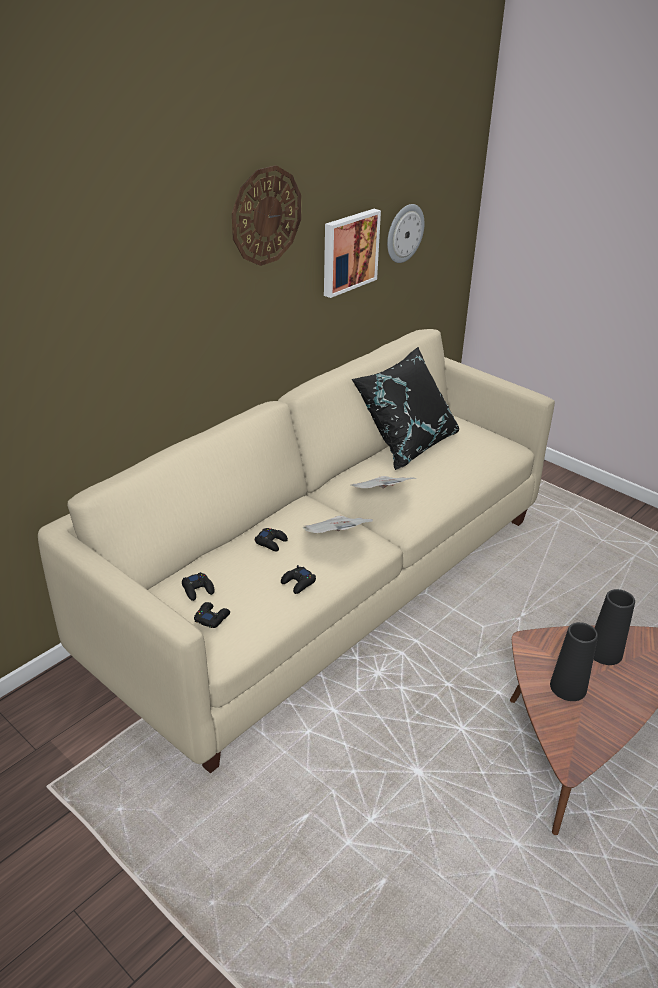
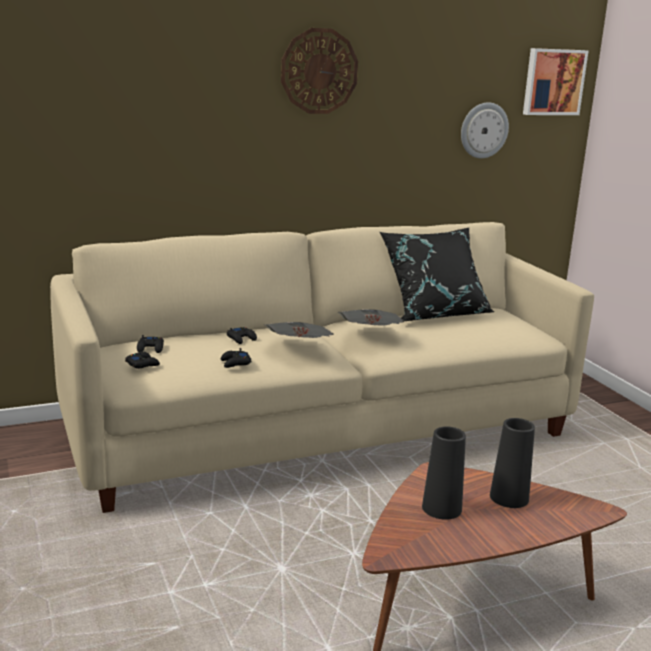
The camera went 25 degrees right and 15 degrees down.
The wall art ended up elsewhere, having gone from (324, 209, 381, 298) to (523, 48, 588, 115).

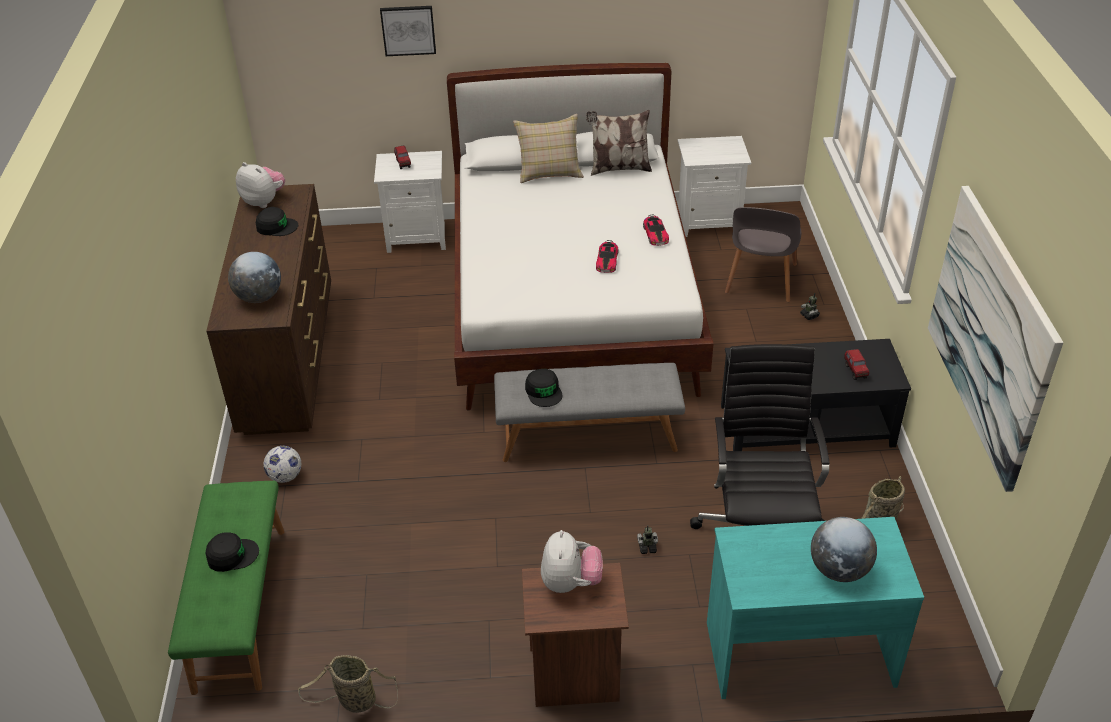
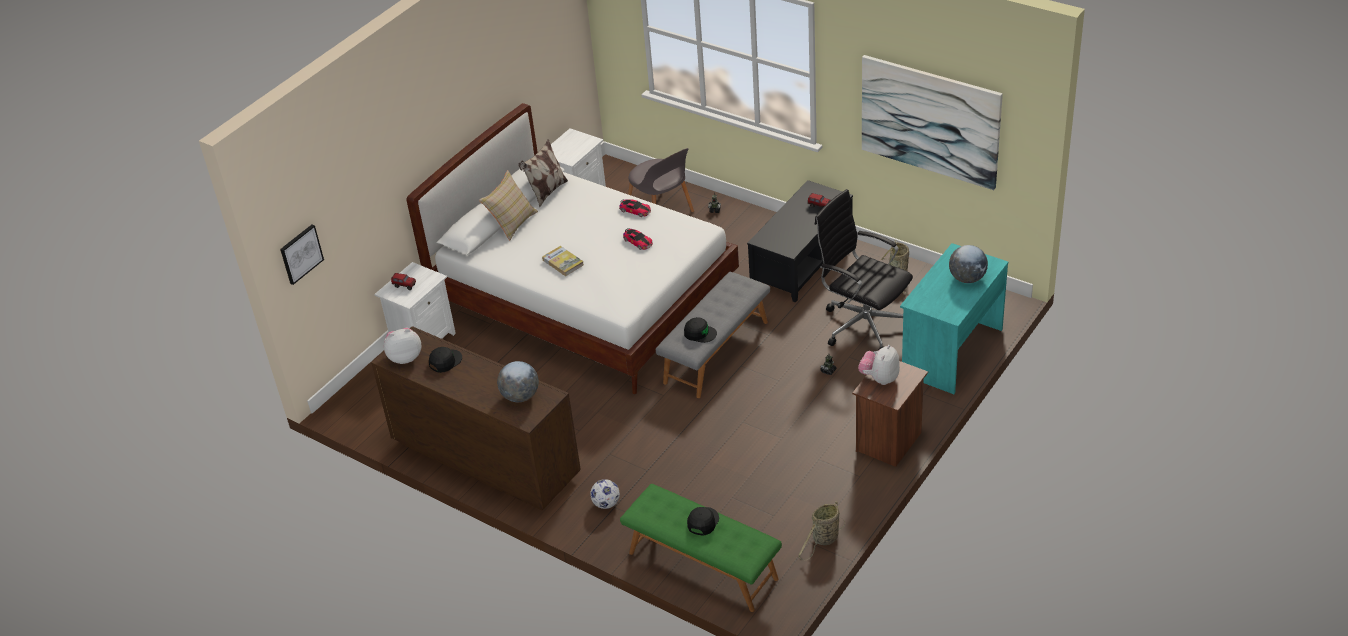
The camera went 50 degrees left and 0 degrees up.
The wall art ended up elsewhere, having gone from (380, 6, 436, 56) to (280, 224, 324, 285).
The cuddly toy at (541, 530, 603, 593) ended up facing another way, 105 degrees counterclockwise from before.
The second view gained the volume at (542, 246, 583, 276).

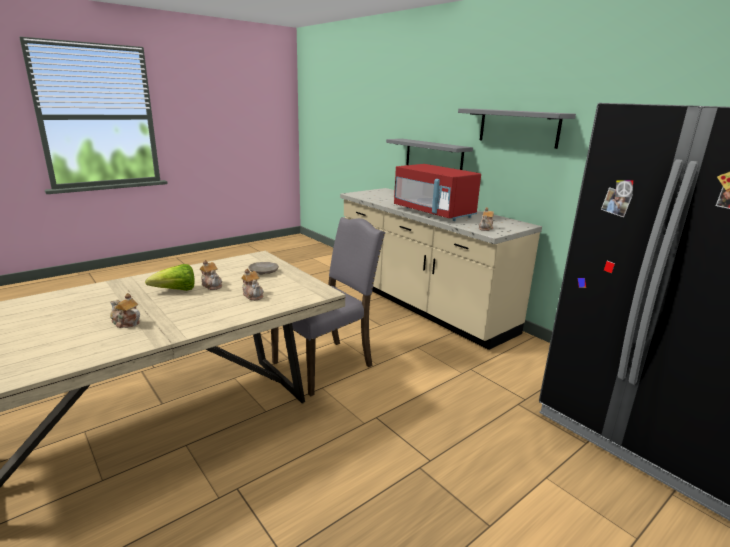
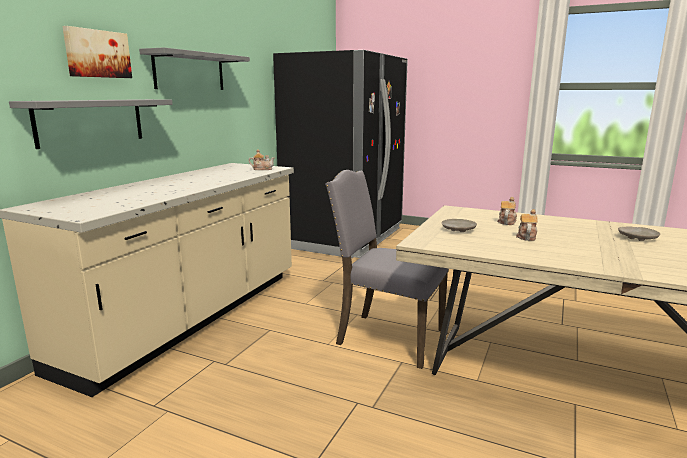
The camera went 115 degrees left and 5 degrees down.
The second view lost the reddish kitchen microwave at (394, 164, 481, 221).
The second view lost the head of lettuce at (145, 264, 195, 291).
Where the pot for tea stood at (110, 293, 140, 328), the beige flat dish came to stand at (618, 226, 660, 241).
The second view gained the wall art at (62, 26, 132, 78).

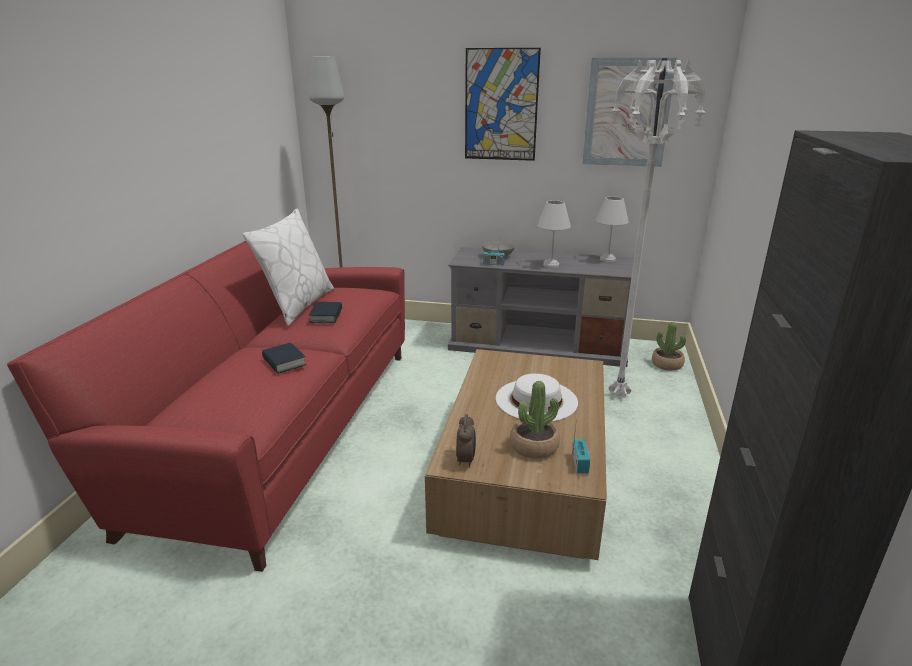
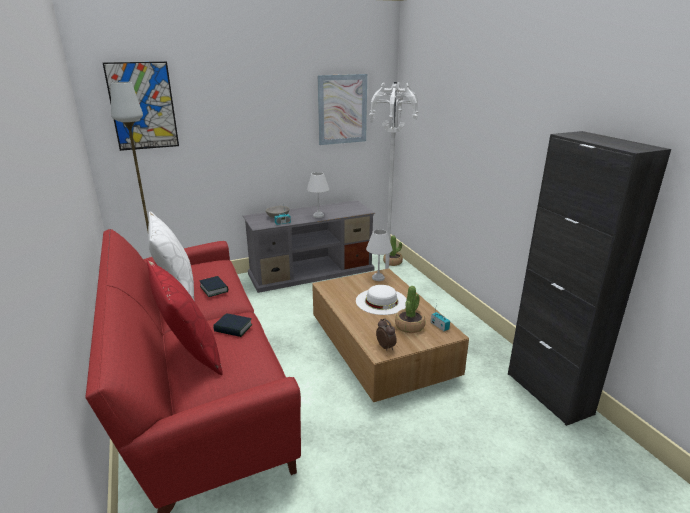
The camera went 35 degrees left and 0 degrees up.
The wall art ended up elsewhere, having gone from (465, 48, 541, 161) to (103, 62, 179, 151).
The white-coloured tabletop lamp ended up elsewhere, having gone from (596, 196, 629, 262) to (366, 229, 392, 281).
The second view gained the reddish cushion at (147, 259, 223, 375).

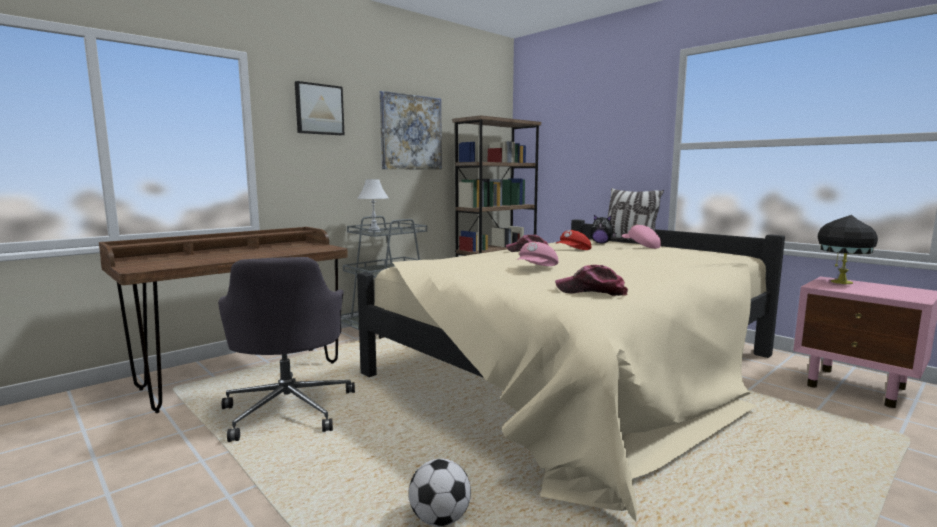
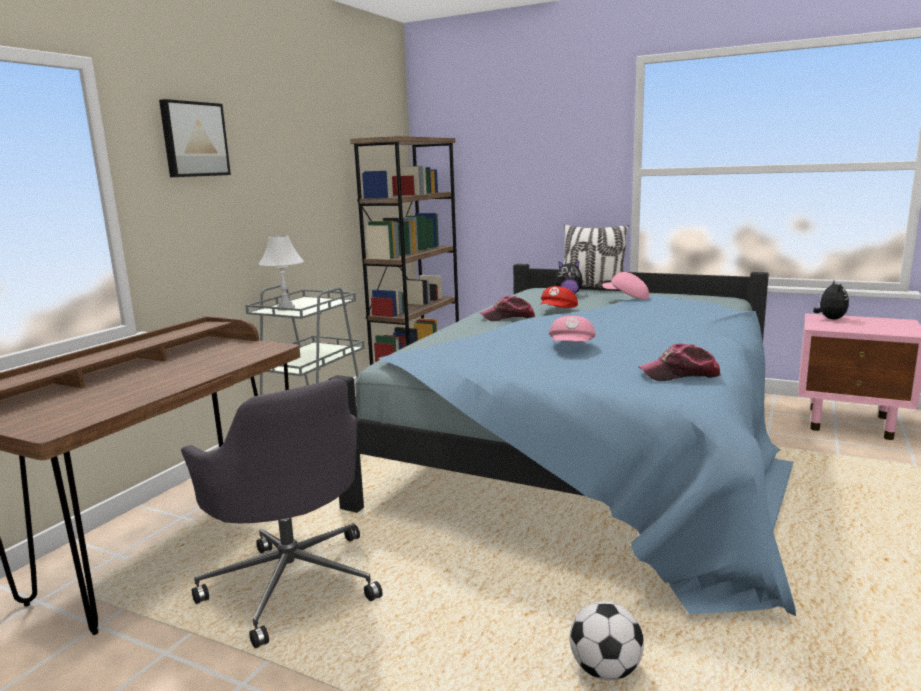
The camera went 20 degrees left and 5 degrees up.
The second view lost the wall art at (380, 91, 442, 170).
Where the black-coloured tabletop lamp stood at (818, 215, 878, 284), the cuddly toy came to stand at (813, 279, 849, 320).
What was the beige sleeping bed at (357, 219, 785, 521) turned into the blue sleeping bed at (329, 264, 796, 616).

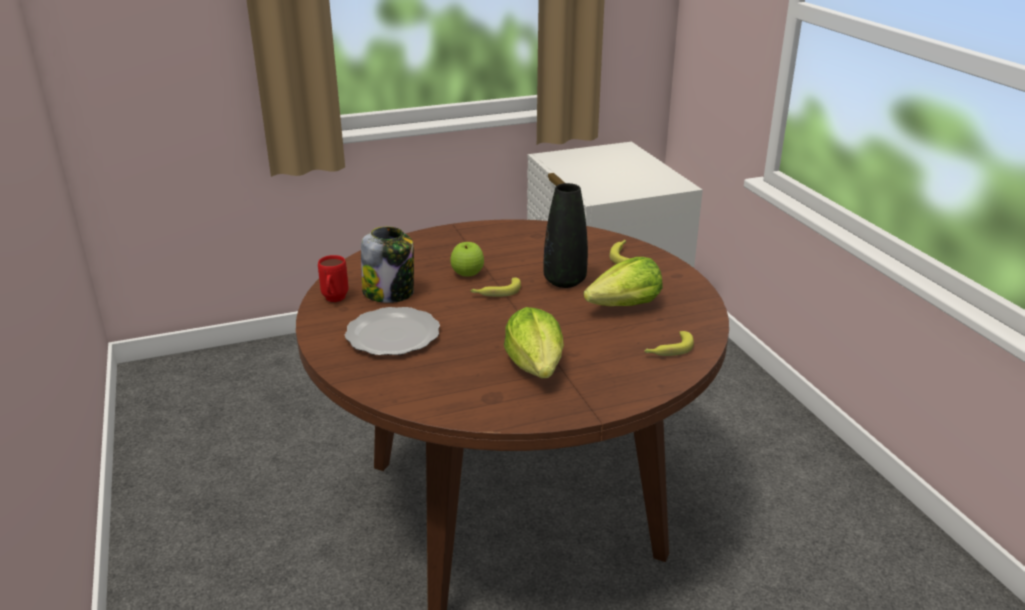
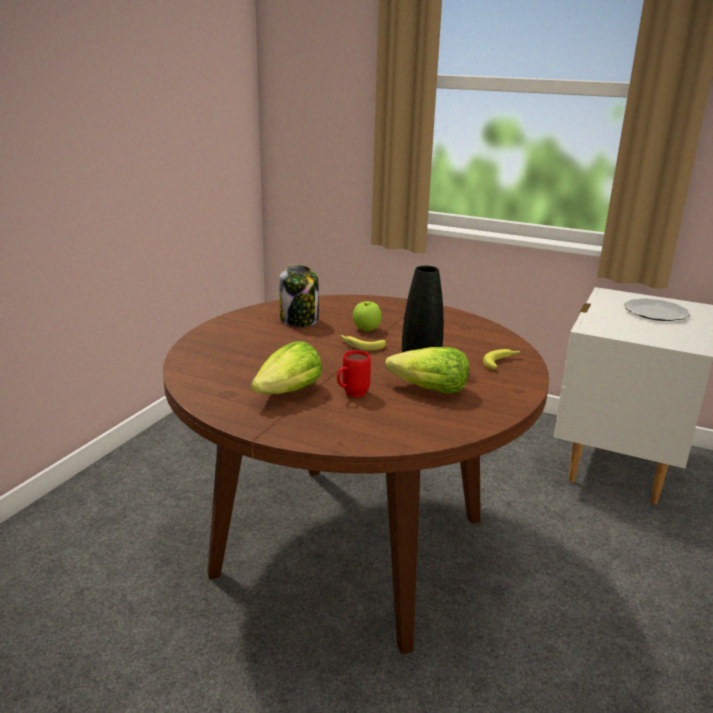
The camera went 45 degrees right and 5 degrees down.
The reddish mug ended up elsewhere, having gone from (318, 255, 349, 302) to (337, 350, 371, 397).
The flat dish ended up elsewhere, having gone from (345, 307, 440, 355) to (624, 299, 690, 321).
The second view lost the whole banana at (644, 331, 694, 356).

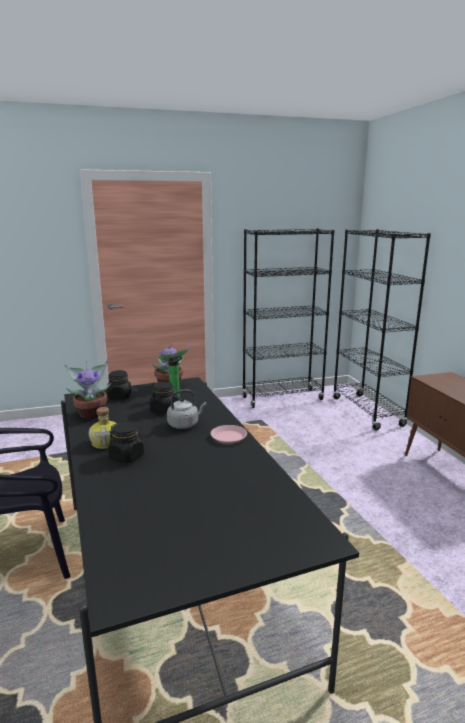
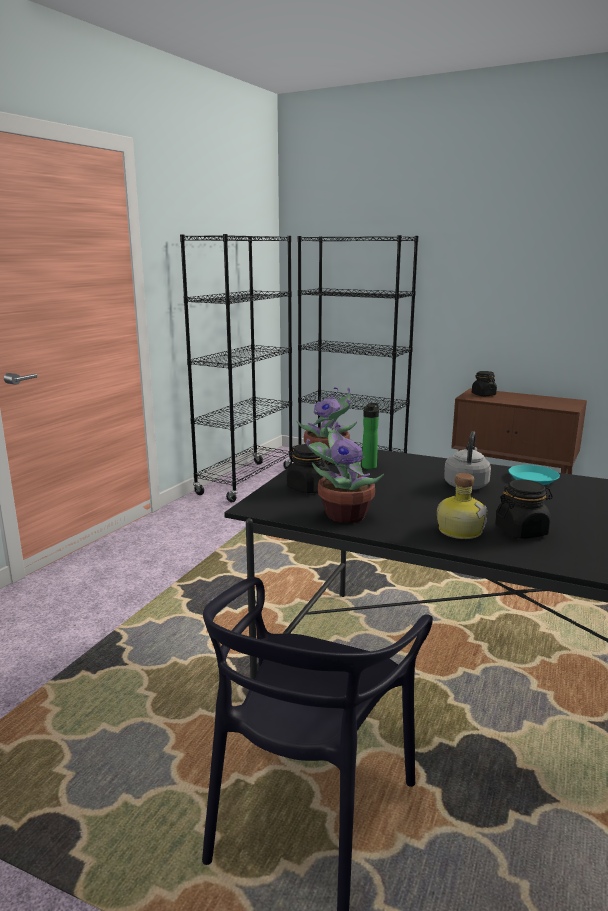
The camera went 45 degrees left and 0 degrees up.
The black-coloured storage jar ended up elsewhere, having gone from (150, 382, 178, 414) to (472, 371, 497, 396).
What was the pink flat dish at (211, 425, 247, 444) turned into the turquoise-coloured flat dish at (508, 465, 560, 485).

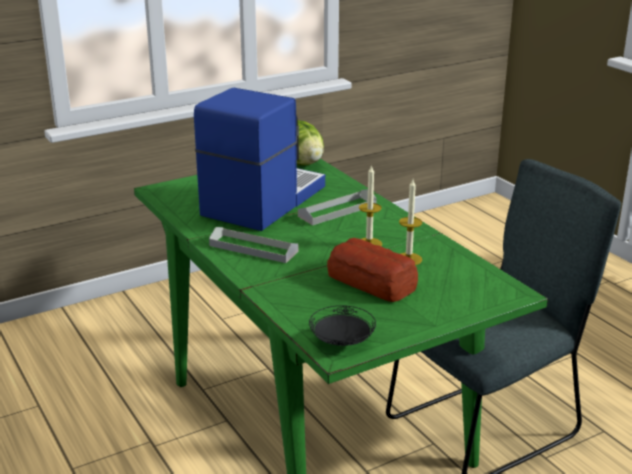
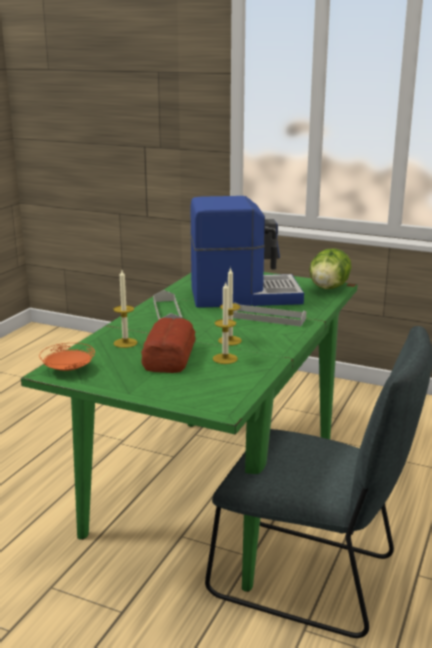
The camera went 55 degrees right and 5 degrees down.
What was the black-coloured flat dish at (309, 305, 376, 346) turned into the orange-coloured flat dish at (39, 343, 95, 371).
The second view gained the wax light at (113, 270, 138, 348).

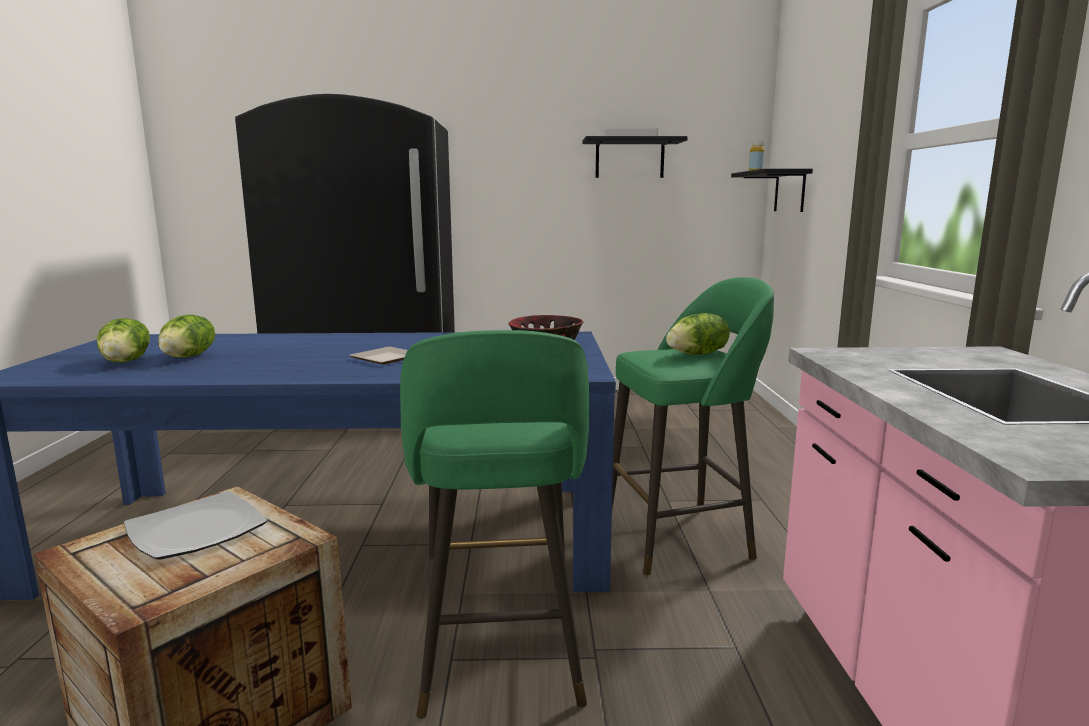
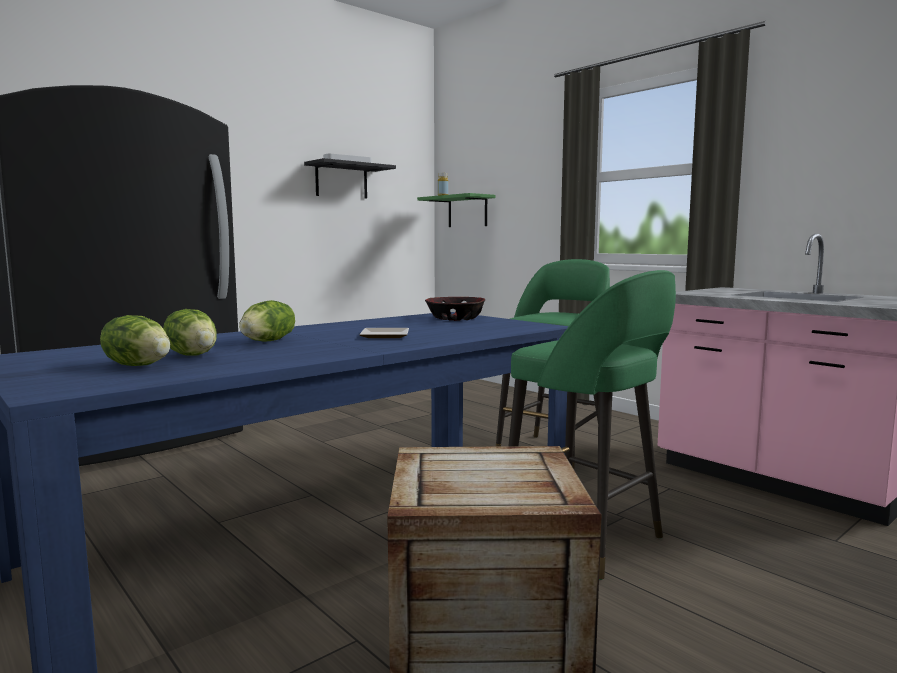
The camera went 40 degrees left and 5 degrees down.
What was the black-coloured bracket shelf at (731, 169, 813, 212) turned into the greenish bracket shelf at (417, 193, 495, 227).
The head of lettuce ended up elsewhere, having gone from (666, 313, 730, 355) to (239, 300, 295, 342).
The second view lost the flat dish at (124, 491, 268, 559).

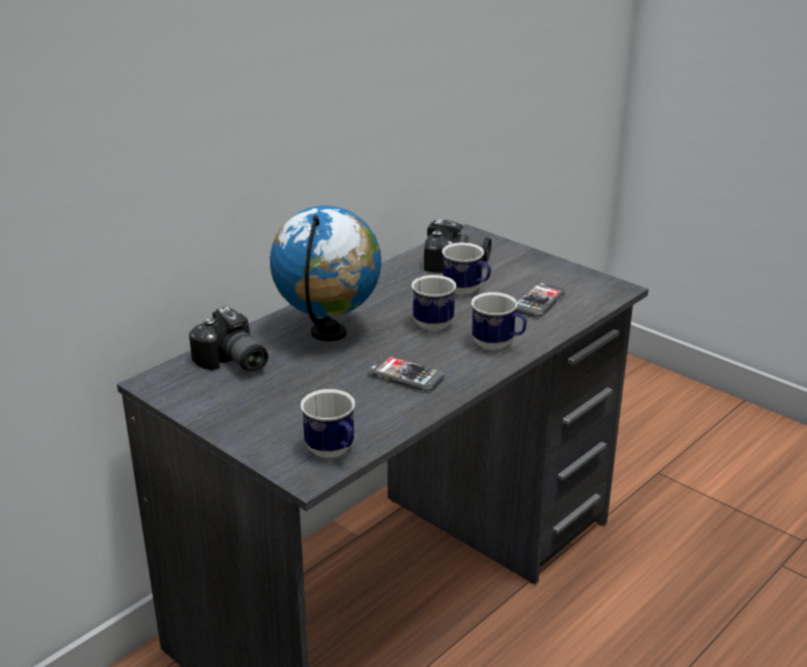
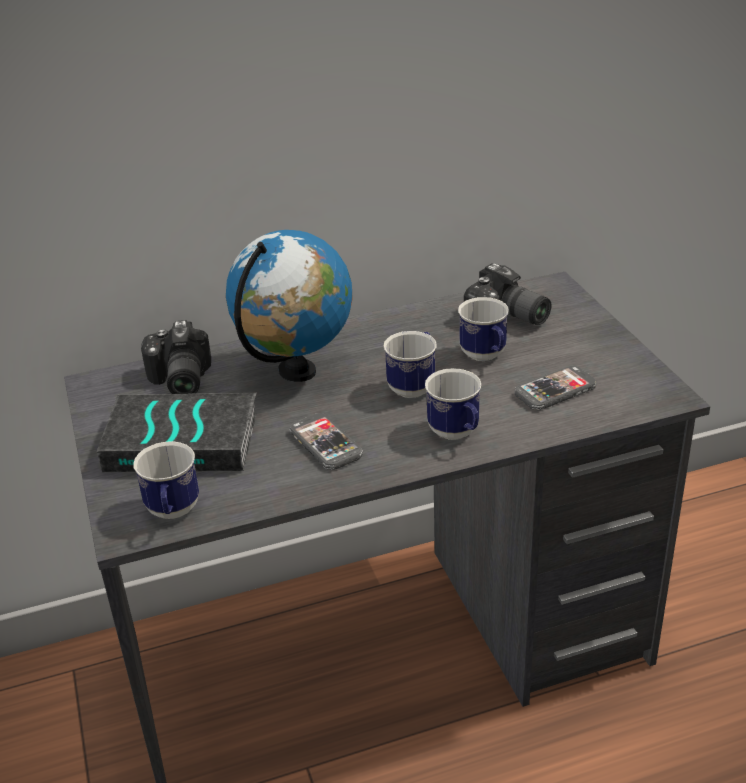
The camera went 30 degrees right and 5 degrees up.
The second view gained the volume at (97, 393, 257, 472).

